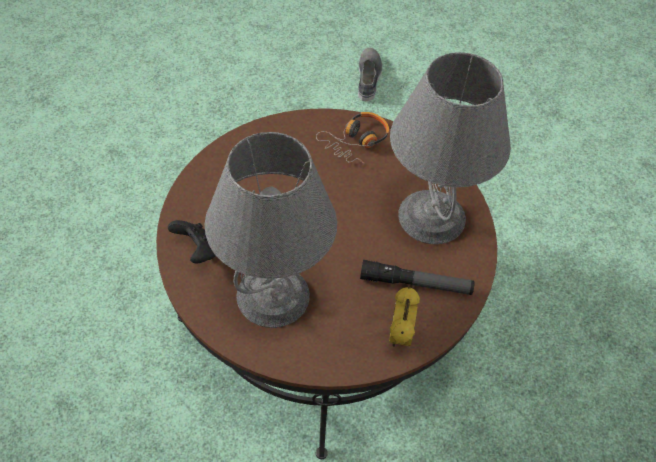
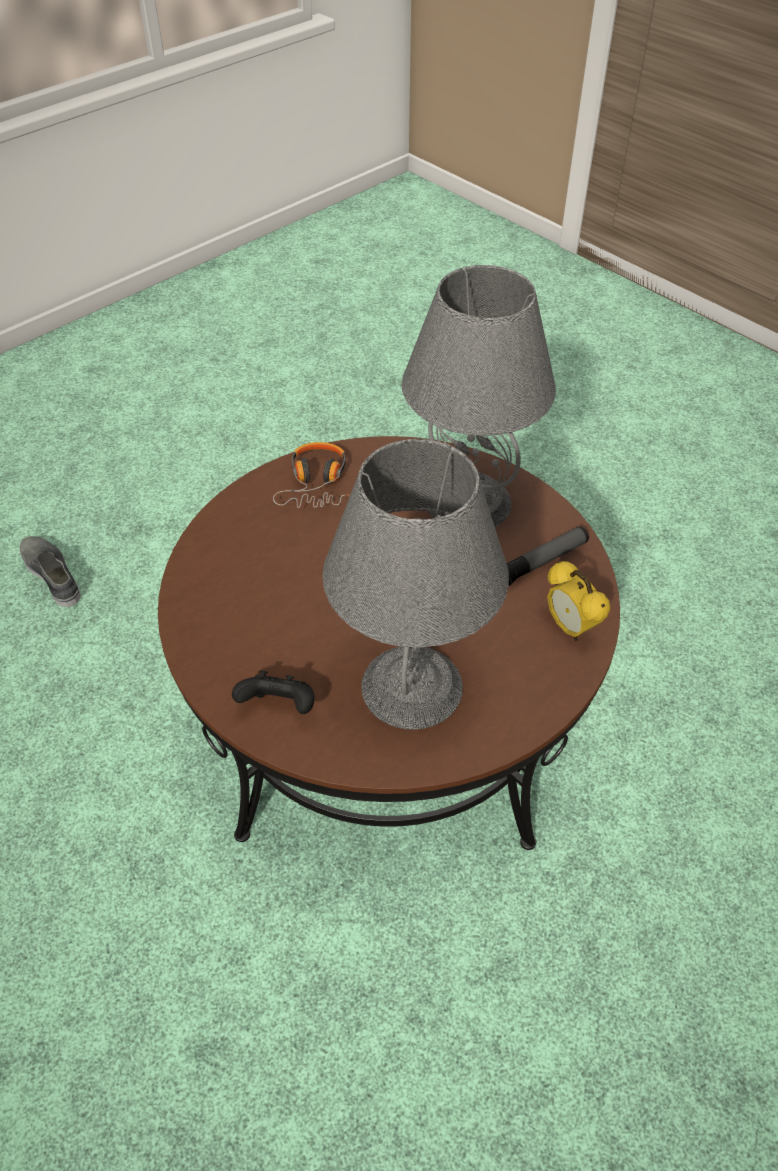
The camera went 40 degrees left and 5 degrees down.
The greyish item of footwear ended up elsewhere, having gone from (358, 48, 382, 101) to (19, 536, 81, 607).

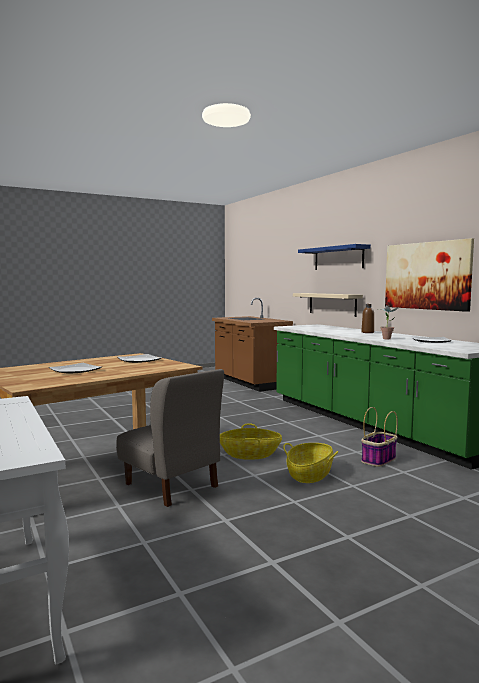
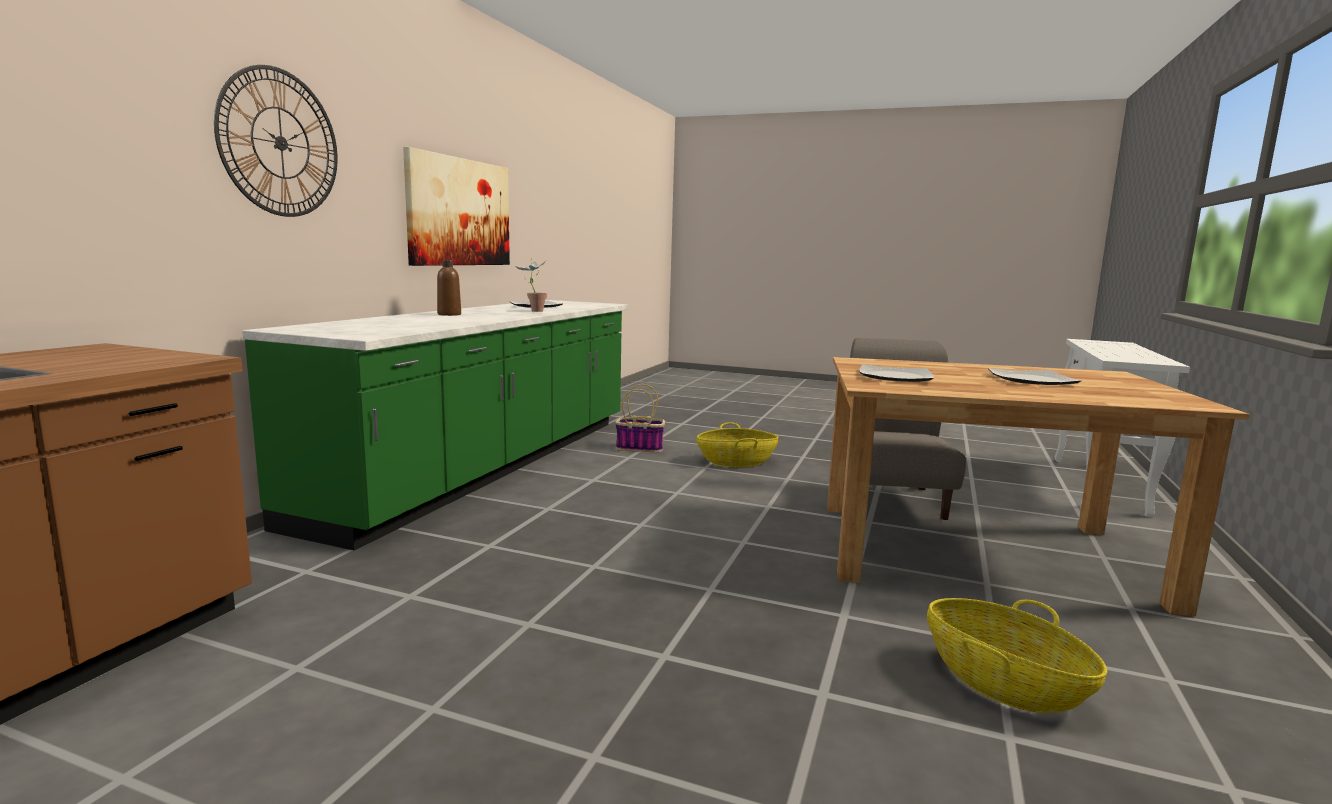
The camera went 130 degrees left and 5 degrees up.
Where the blue bracket shelf hung at (298, 244, 371, 270), the wall clock came to hang at (214, 65, 338, 217).
The second view lost the beige bracket shelf at (293, 293, 363, 317).
The household basket ended up elsewhere, having gone from (220, 423, 282, 460) to (927, 598, 1107, 713).

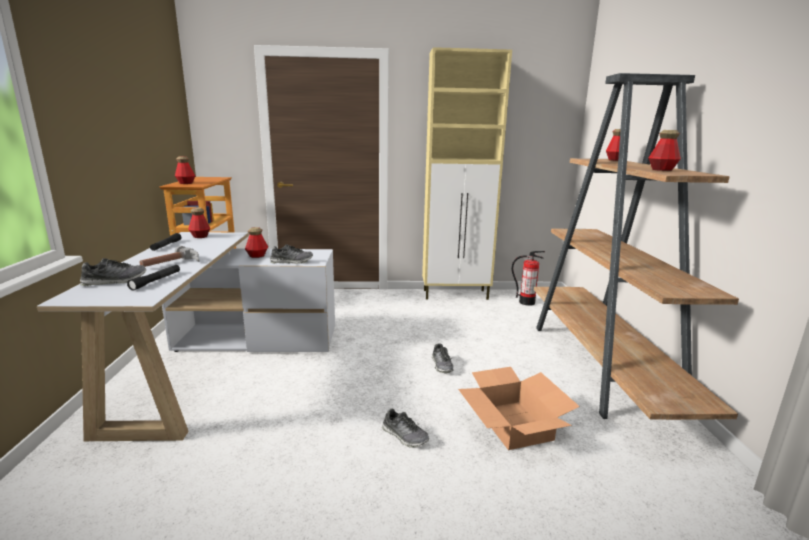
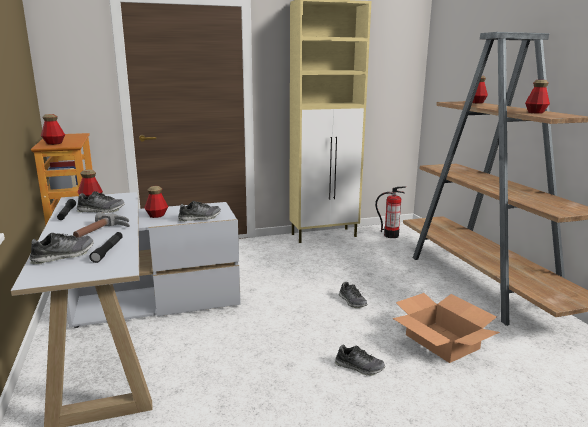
The camera went 15 degrees left and 0 degrees up.
The second view gained the item of footwear at (77, 191, 125, 213).

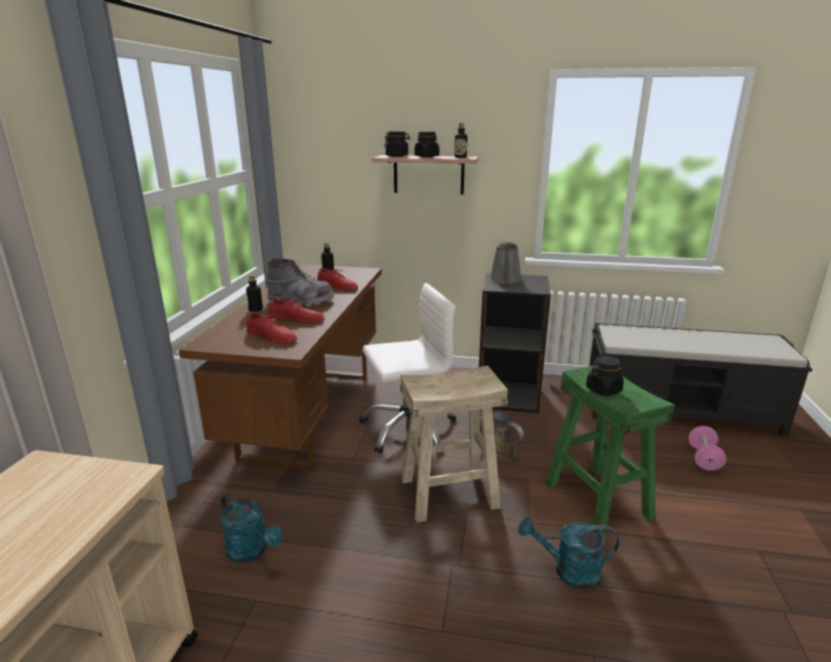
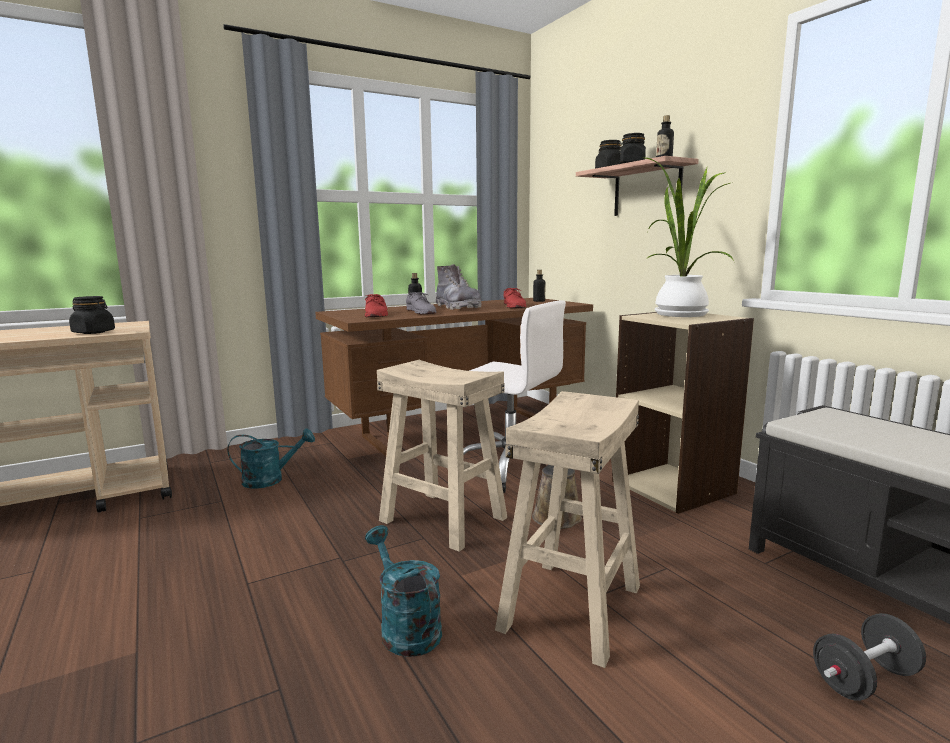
The camera went 50 degrees right and 10 degrees down.
Where the greyish watering pot stood at (489, 241, 522, 284), the potted plant came to stand at (641, 157, 734, 317).
What was the black-coloured bookshelf at (479, 273, 551, 413) turned into the beige bookshelf at (612, 312, 754, 514).
What was the reddish item of footwear at (268, 299, 325, 323) turned into the greyish item of footwear at (406, 292, 436, 314).
The black-coloured storage jar ended up elsewhere, having gone from (586, 356, 624, 396) to (69, 296, 115, 334).
What was the greenish stool at (545, 365, 675, 535) turned into the beige stool at (495, 391, 640, 668).
What was the pink free weight at (688, 426, 726, 471) turned into the black-coloured free weight at (813, 613, 926, 701).
The turquoise-coloured watering pot at (220, 493, 282, 563) ended up facing another way, 105 degrees counterclockwise from before.

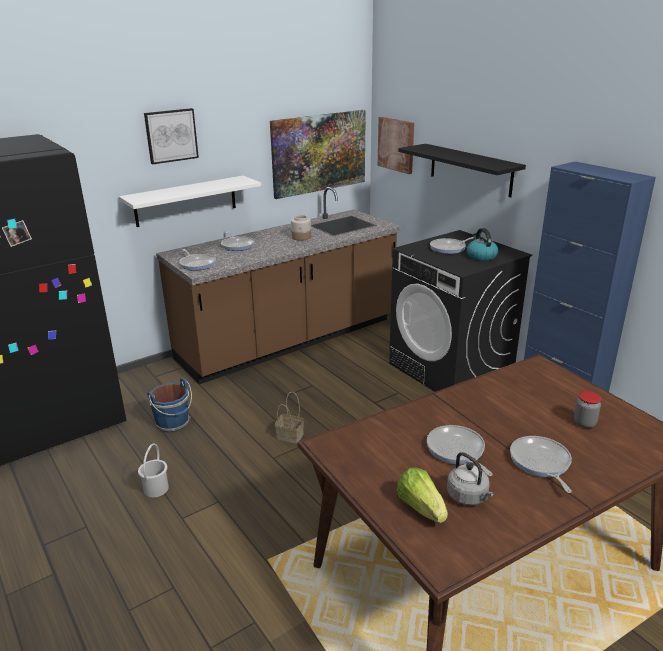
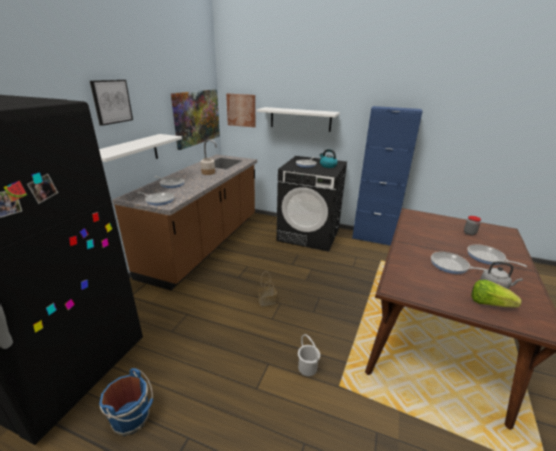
The camera went 35 degrees left and 0 degrees up.
What was the black-coloured bracket shelf at (398, 144, 526, 197) turned into the white-coloured bracket shelf at (256, 107, 340, 132).
The blue bucket ended up elsewhere, having gone from (147, 378, 192, 433) to (99, 368, 153, 436).
The white-coloured bucket ended up elsewhere, having gone from (138, 444, 169, 497) to (298, 334, 320, 376).

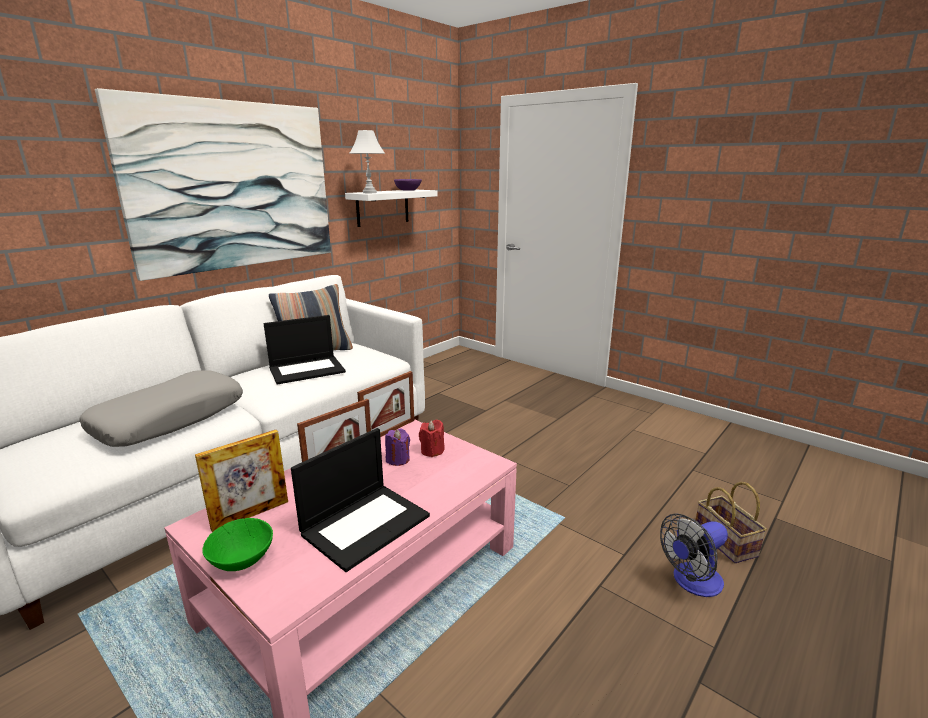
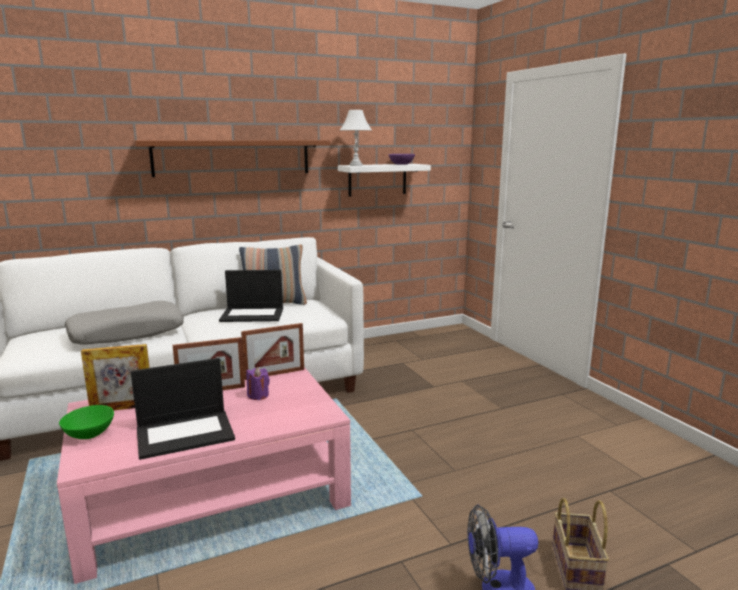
The camera went 25 degrees right and 5 degrees down.
Where the wall art hung at (95, 88, 331, 281), the brown bracket shelf came to hang at (134, 140, 330, 177).
The second view lost the reddish wax light at (419, 420, 445, 457).

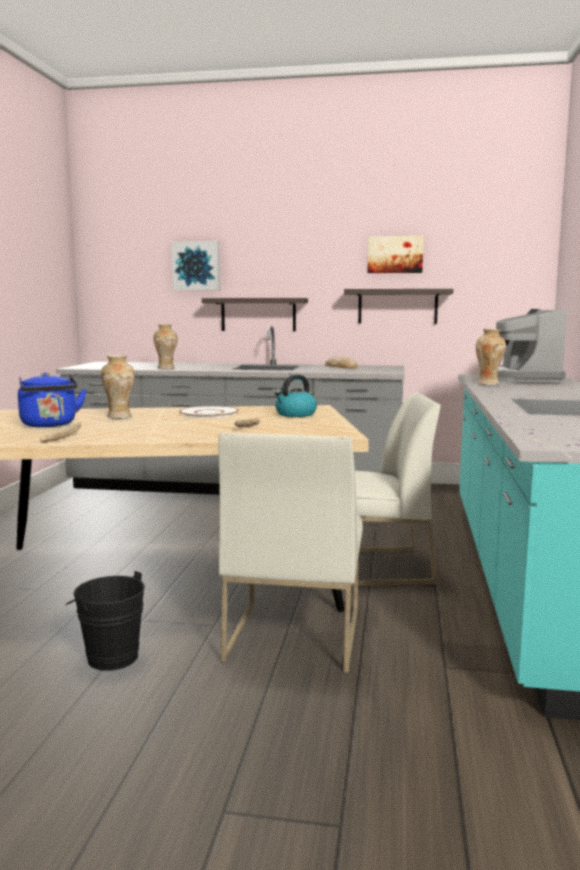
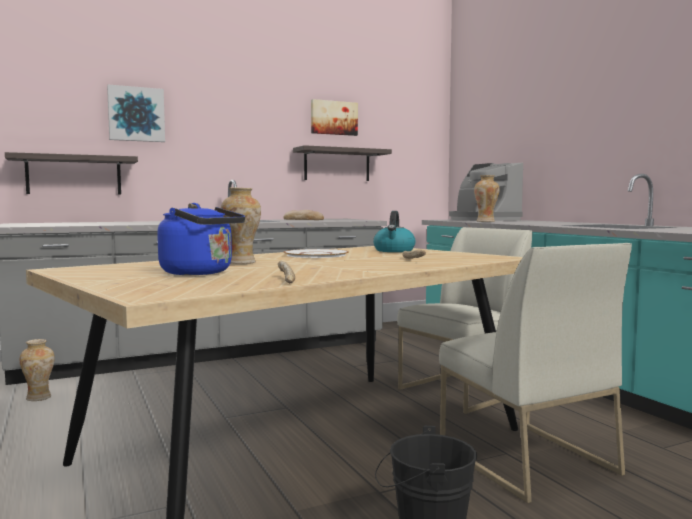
The camera went 35 degrees left and 5 degrees down.
The bracket shelf ended up elsewhere, having gone from (202, 298, 308, 332) to (5, 152, 138, 194).
The decorative vase ended up elsewhere, having gone from (154, 324, 177, 369) to (20, 339, 55, 401).

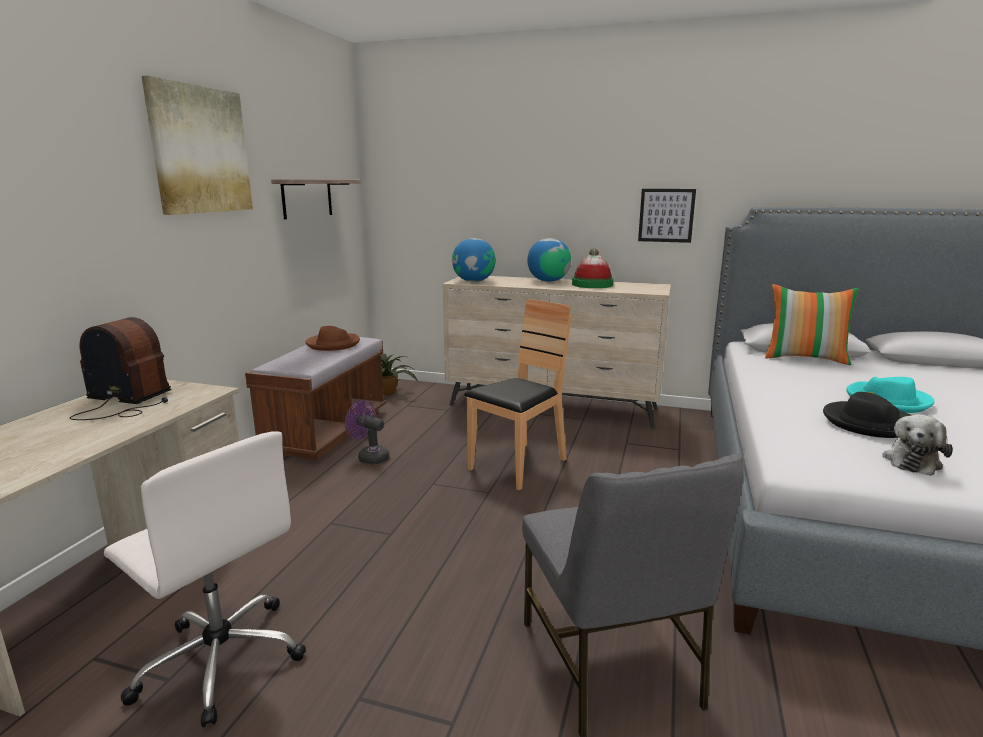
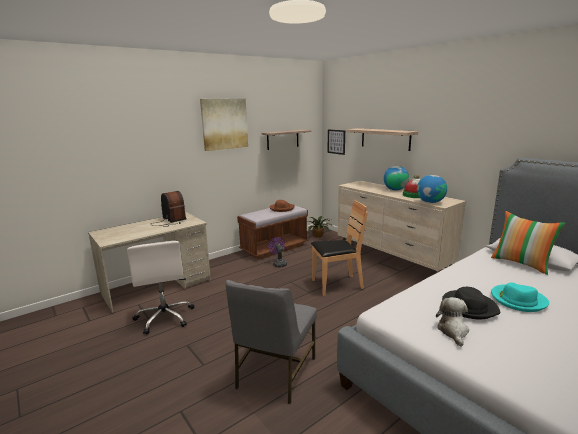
The camera went 35 degrees right and 0 degrees up.
The wall art ended up elsewhere, having gone from (638, 189, 696, 243) to (328, 129, 345, 155).
The desk globe ended up elsewhere, having gone from (452, 238, 496, 282) to (417, 175, 447, 203).
The cuddly toy at (882, 414, 953, 476) ended up facing another way, 120 degrees clockwise from before.
The second view gained the bracket shelf at (346, 128, 418, 151).

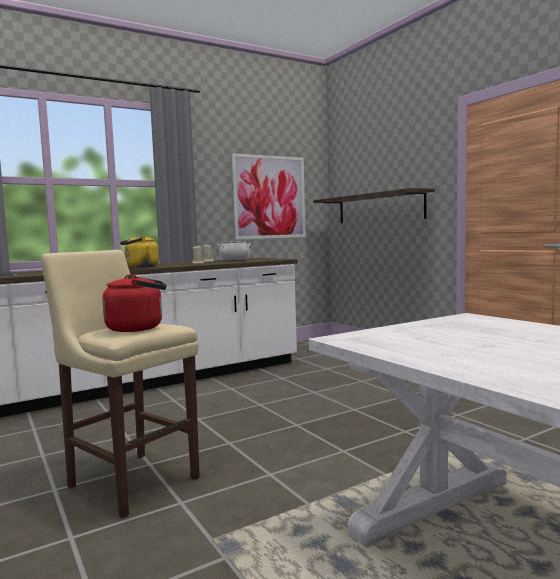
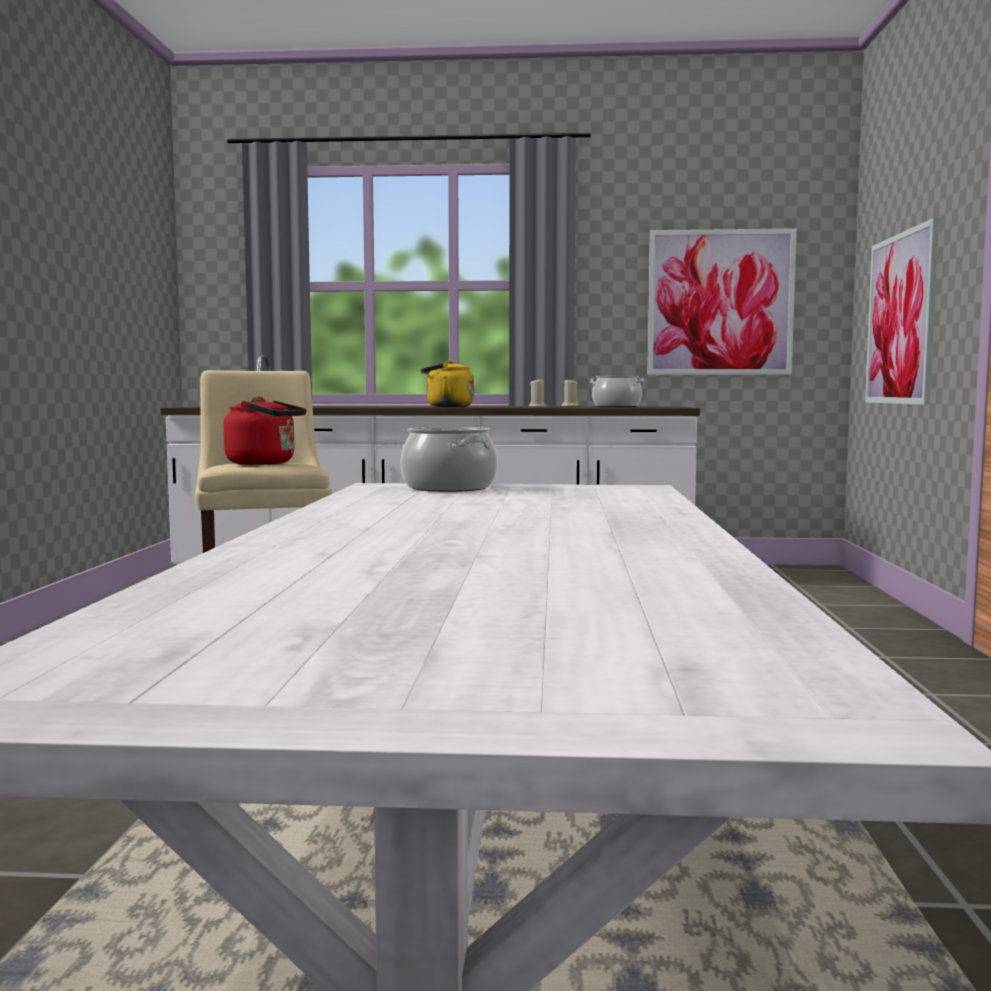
The camera went 35 degrees right and 0 degrees up.
Where the bracket shelf hung at (313, 188, 435, 223), the wall art came to hang at (865, 218, 938, 405).
The second view gained the stockpot at (400, 427, 498, 492).

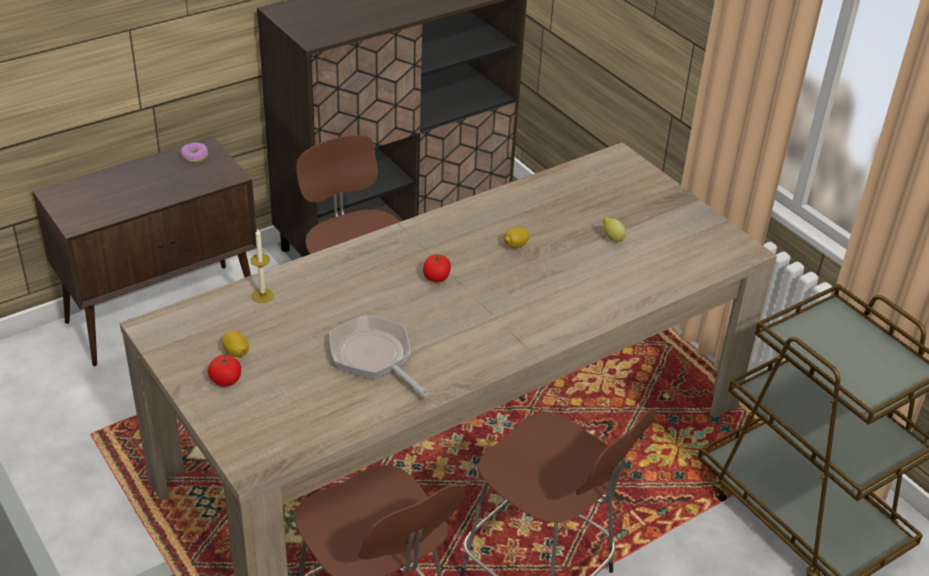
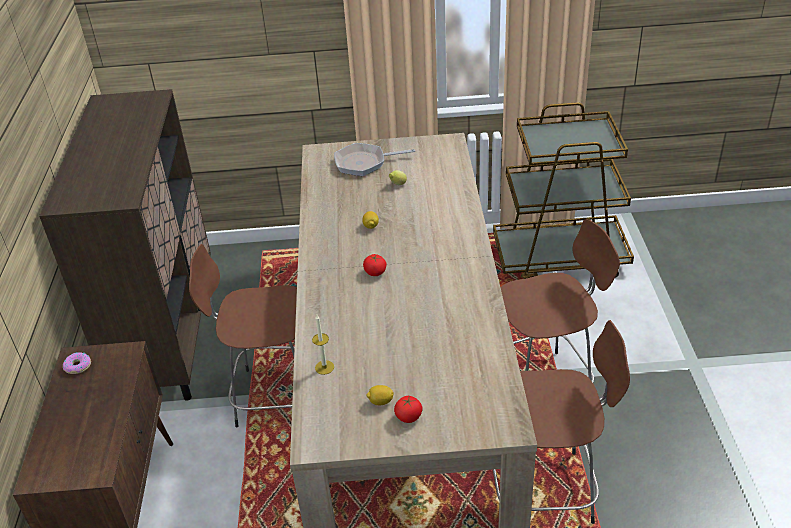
The camera went 55 degrees left and 0 degrees up.
The skillet ended up elsewhere, having gone from (329, 315, 429, 397) to (334, 143, 415, 176).

